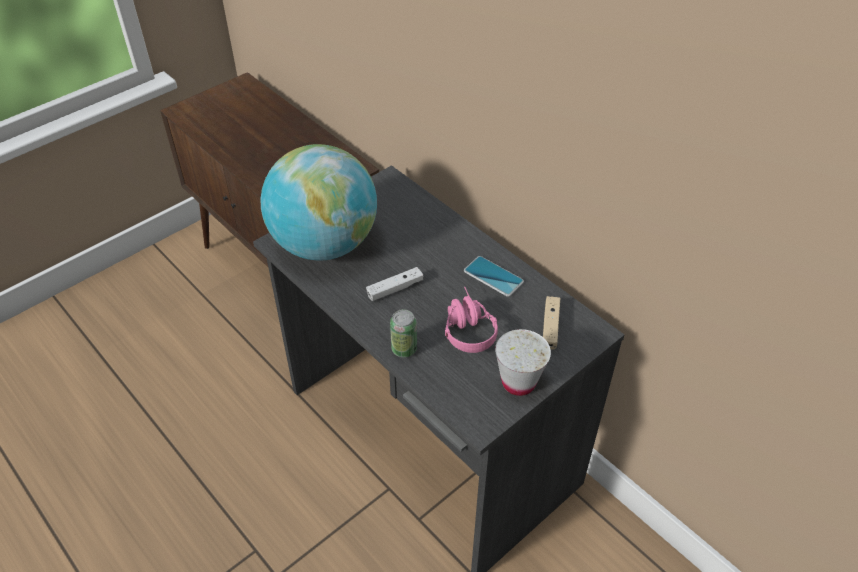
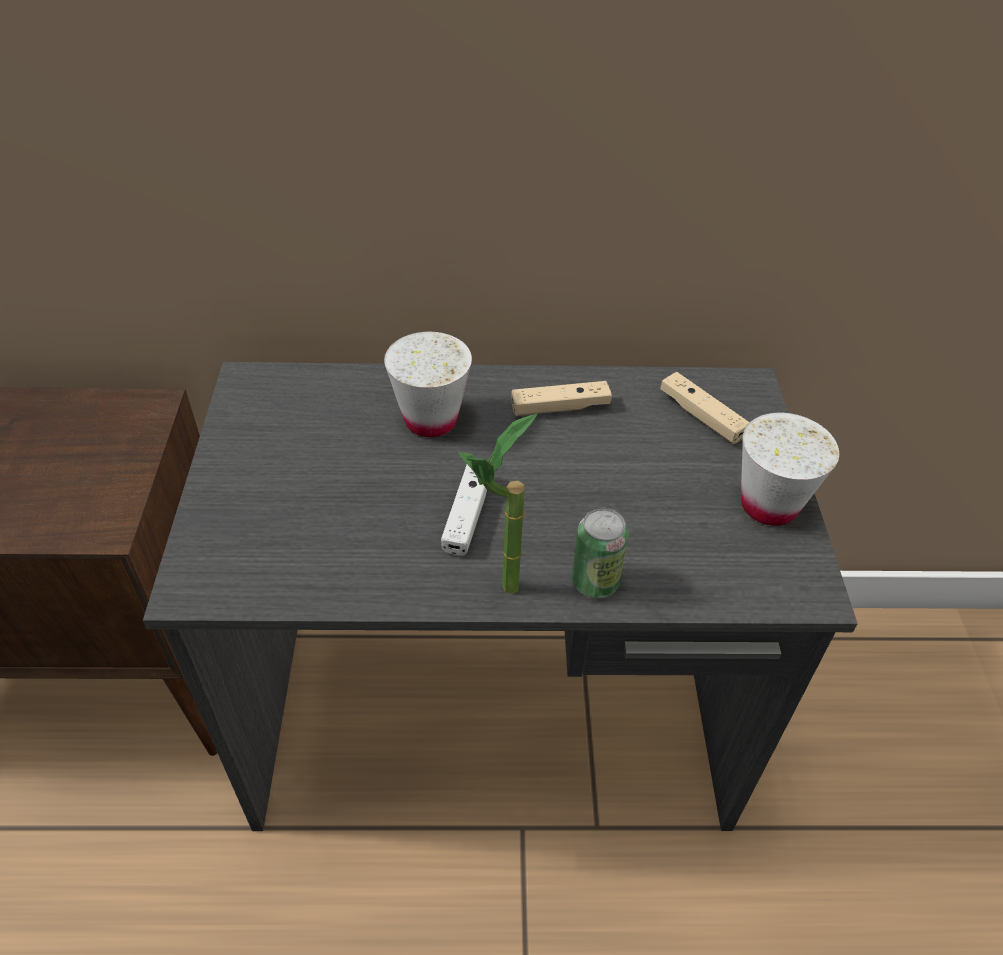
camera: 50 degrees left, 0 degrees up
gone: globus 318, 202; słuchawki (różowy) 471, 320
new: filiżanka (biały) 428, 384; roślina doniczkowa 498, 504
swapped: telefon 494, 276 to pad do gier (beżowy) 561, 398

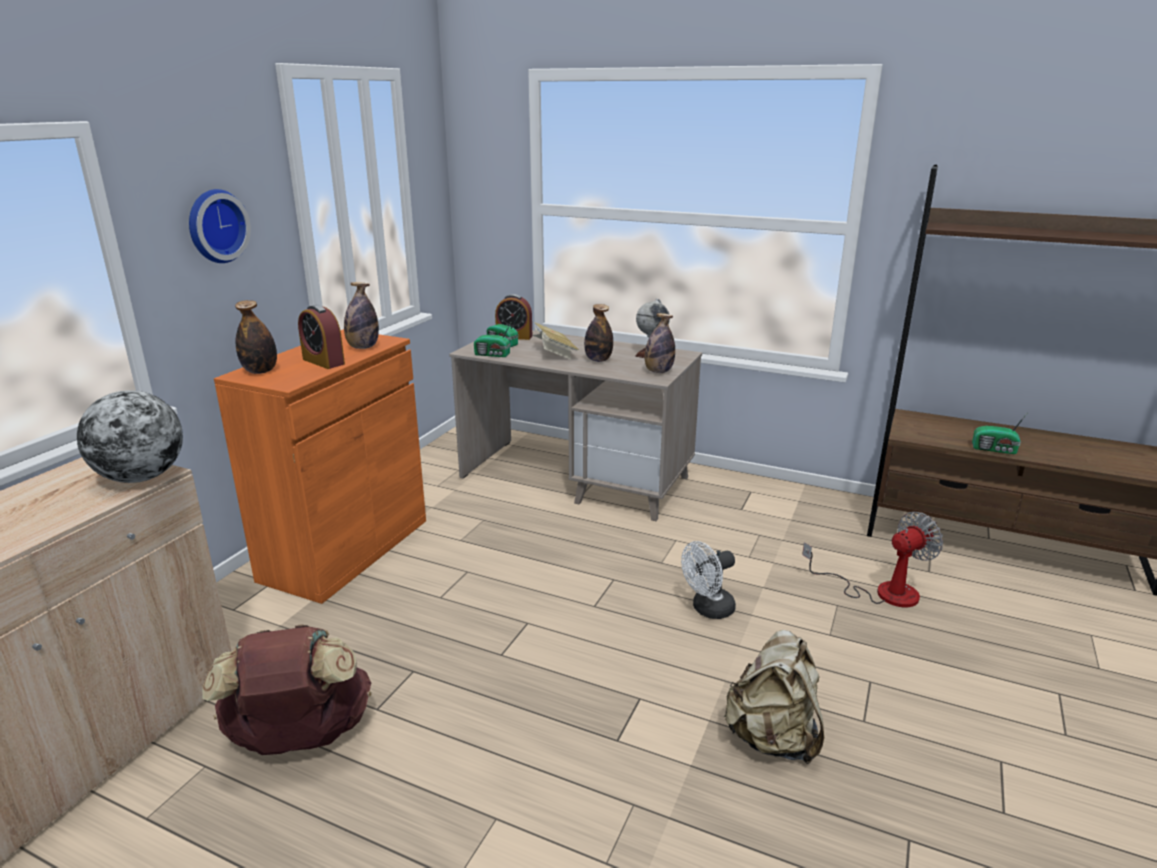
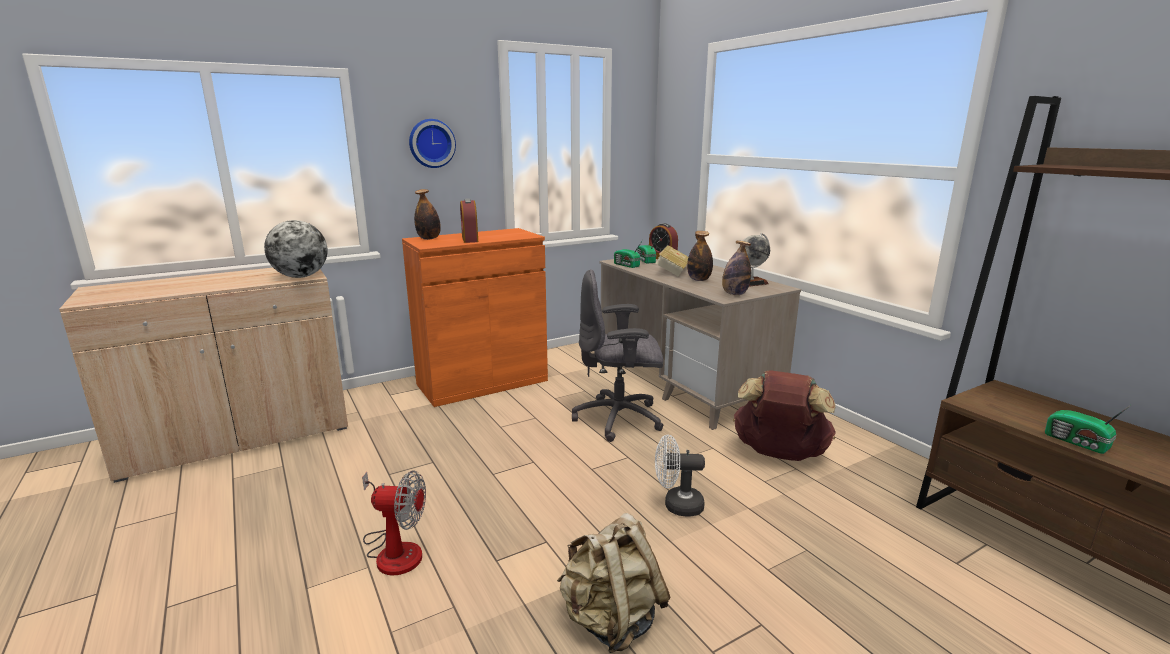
camera: 35 degrees right, 5 degrees down
gone: butelka 361, 315
new: krzesło biurowe (szary) 618, 355
shifted: wentylator 872, 559 to 394, 522; plecak (brązowy) 286, 689 to 784, 415

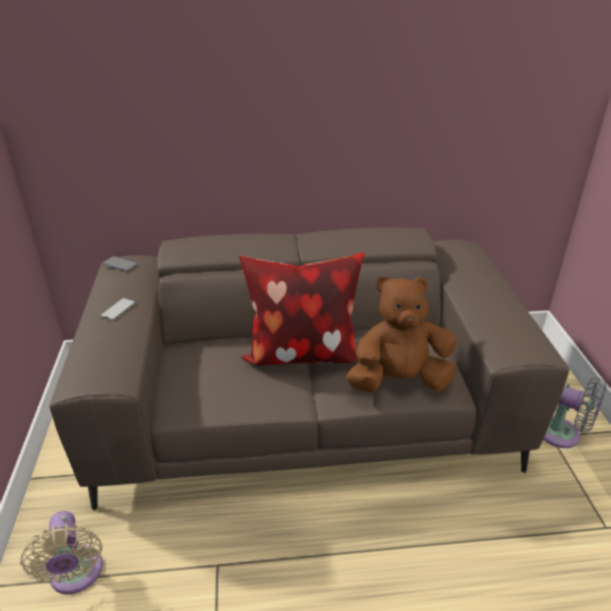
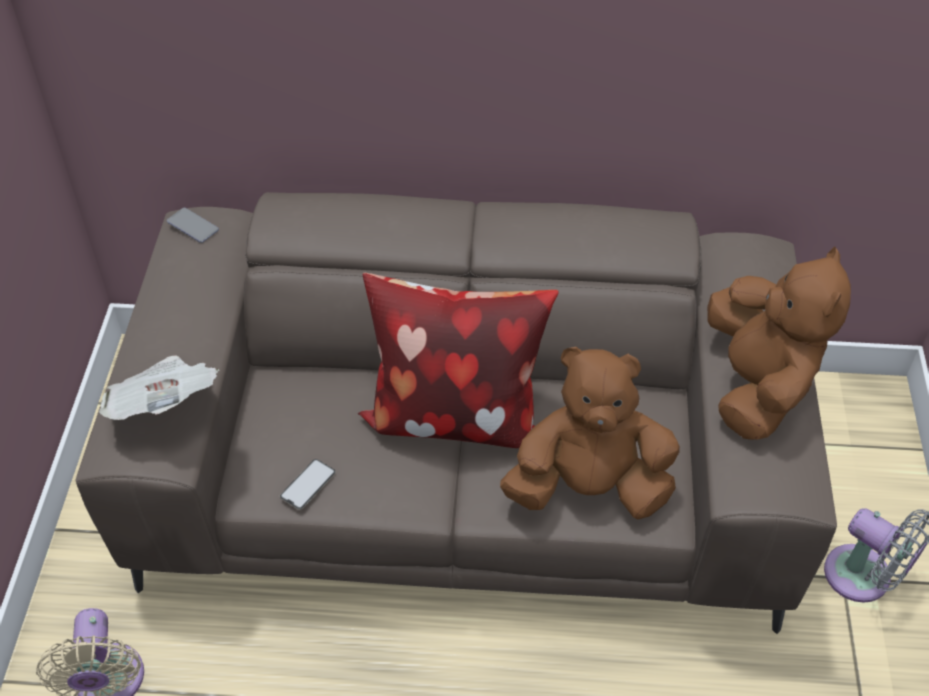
camera: 10 degrees right, 15 degrees up
new: pluszak (brązowy) 779, 343; gazeta 159, 387
shifted: telefon 117, 309 to 308, 484

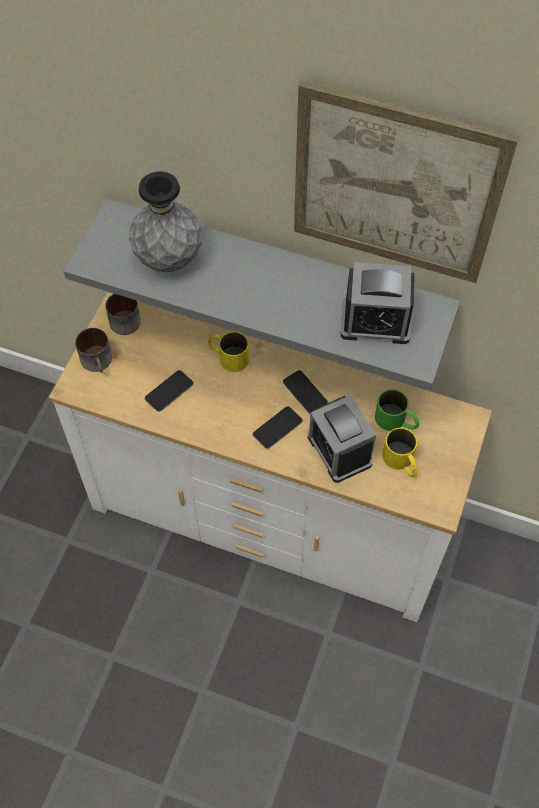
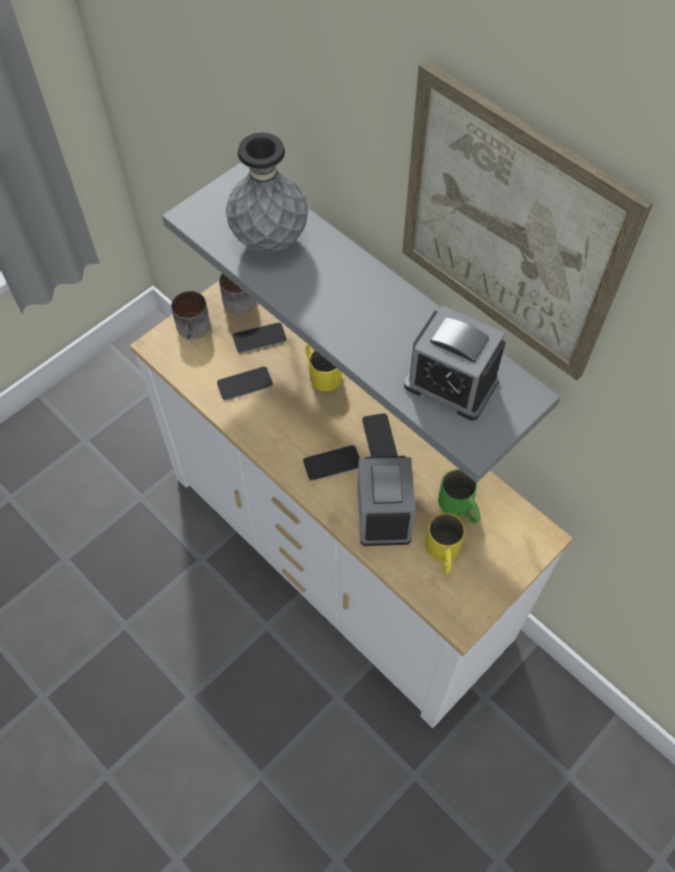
camera: 25 degrees right, 0 degrees up
new: telefon 260, 337

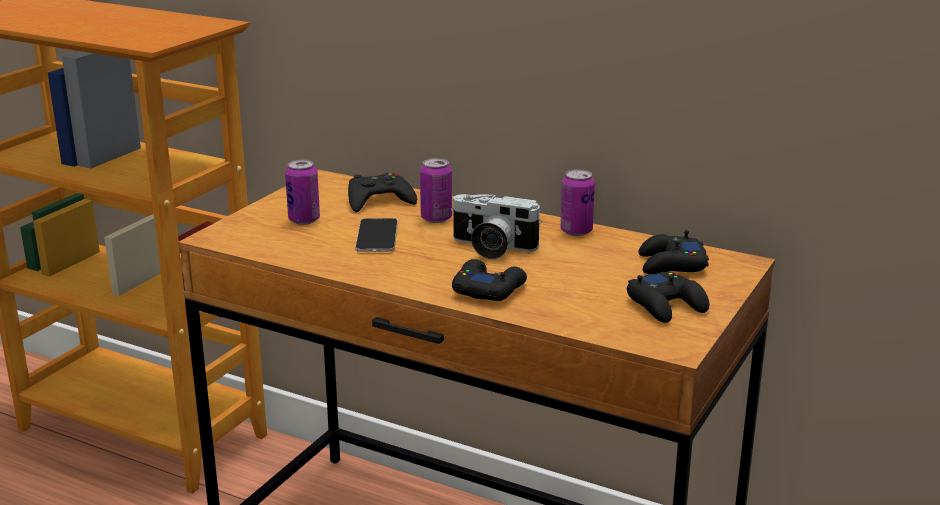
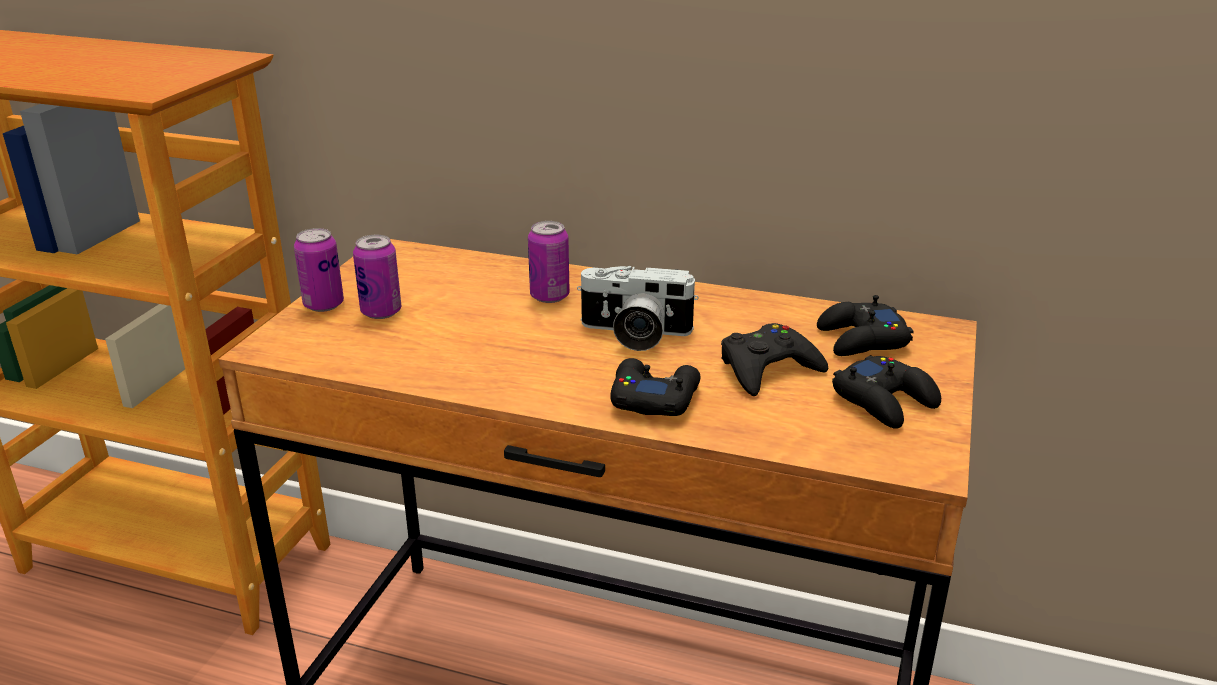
camera: 10 degrees left, 5 degrees up
gone: telefon 376, 235
shifted: puszka 578, 202 to 319, 270; pad do gier (czarny) 382, 193 to 774, 359

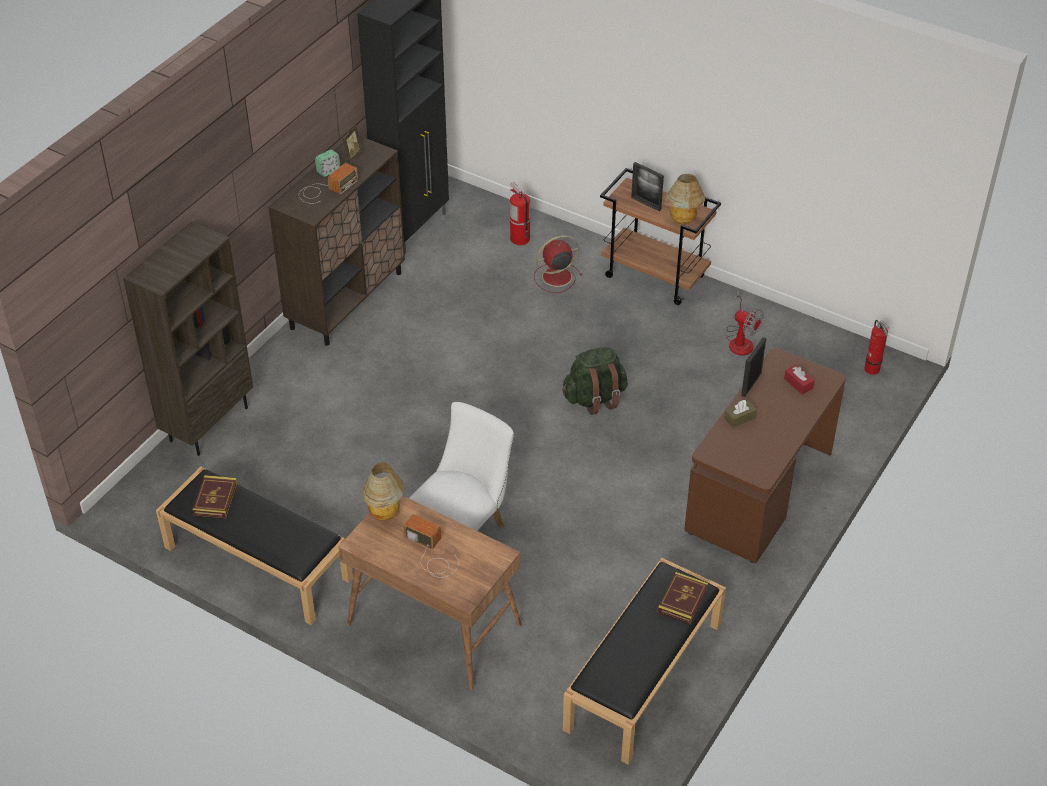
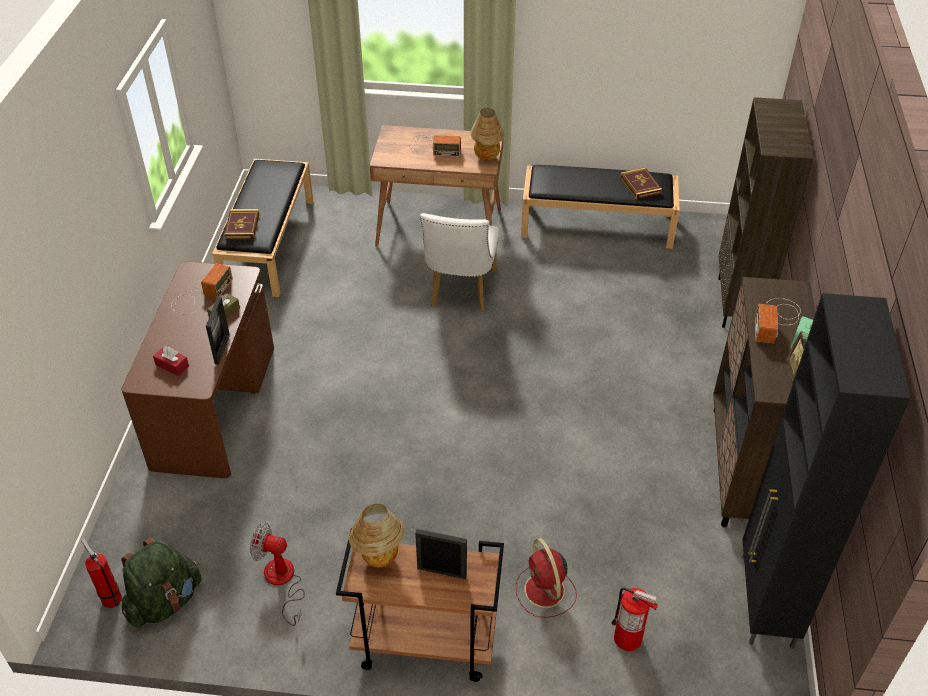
camera: 155 degrees right, 0 degrees up
new: radio 202, 289
shifted: plecak (zielony) 595, 381 to 161, 582
rotated: wentylator (czerwony) 558, 264 = 546, 578 120 degrees clockwise

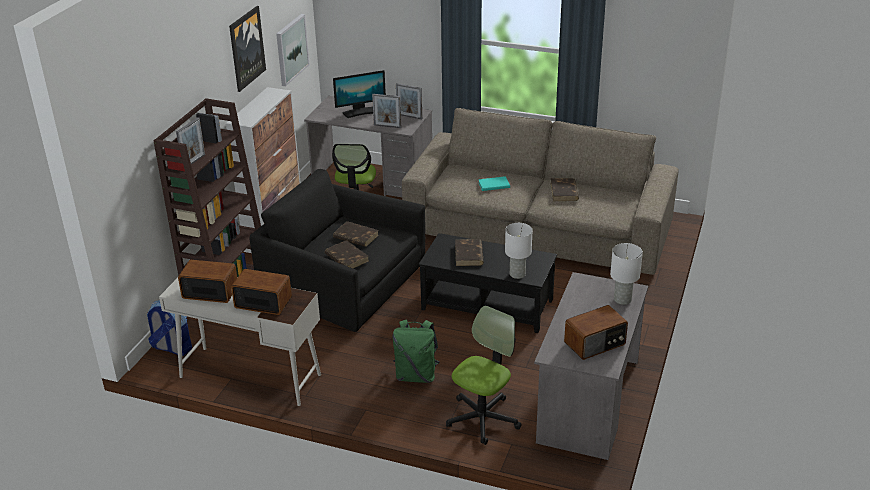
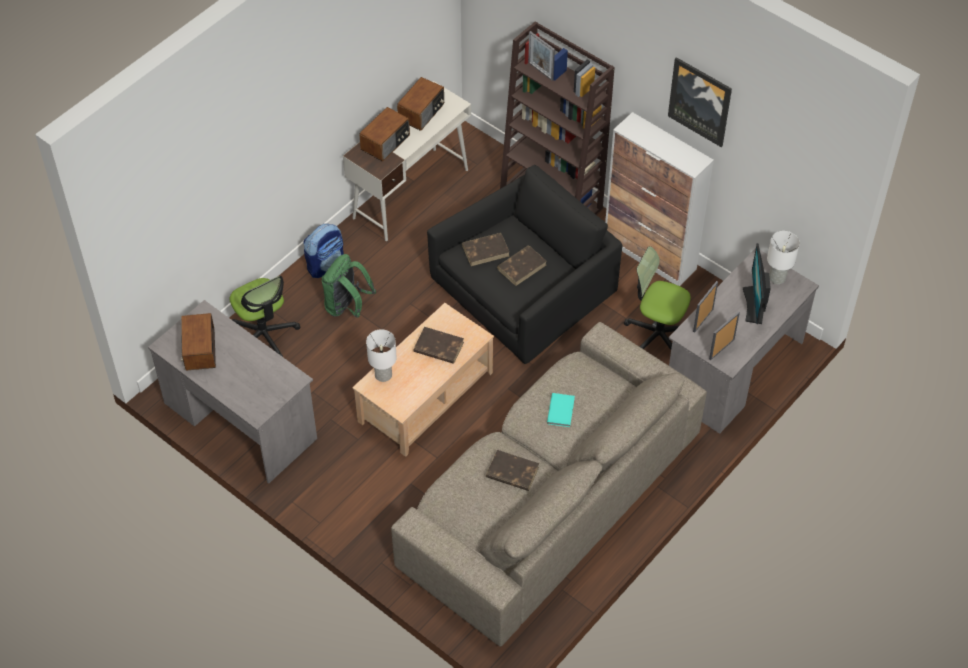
camera: 110 degrees right, 20 degrees up
gone: obraz 293, 50
shifted: lampa stołowa (biały) 626, 274 to 783, 257; plecak 169, 328 to 323, 251
repainted: ława (czarny) 488, 283 to ława (beżowy) 423, 380

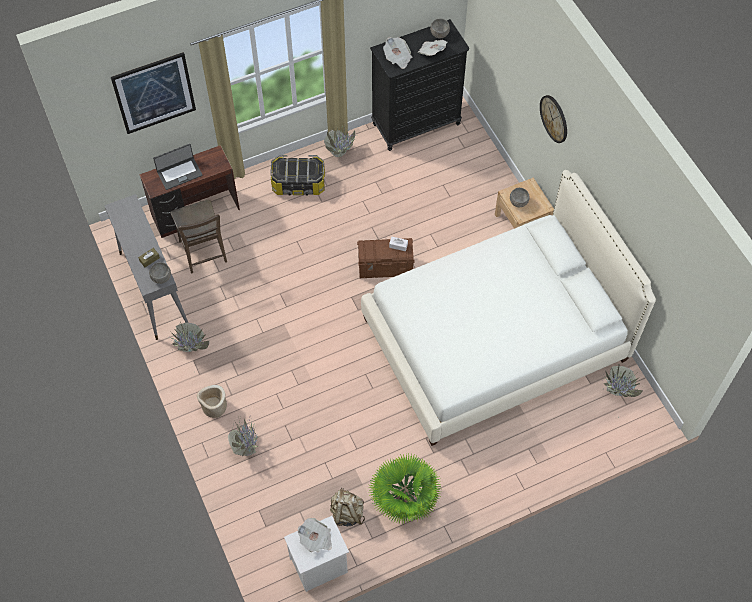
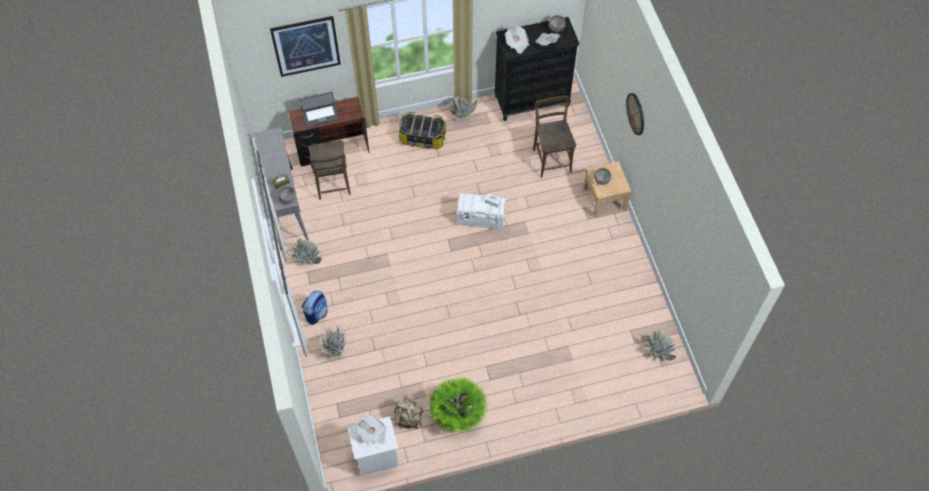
camera: 10 degrees right, 0 degrees up
gone: łóżko (biały) 508, 308
new: krzesło (brązowy) 554, 137
swapped: donica (beżowy) 212, 401 to plecak 315, 307
repainted: pojemnik do przechowywania (brązowy) 386, 258 to pojemnik do przechowywania (biały) 481, 211

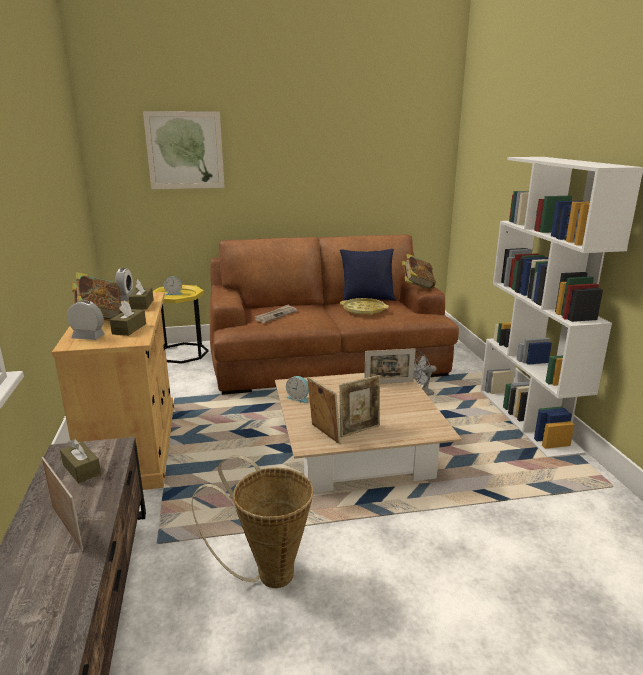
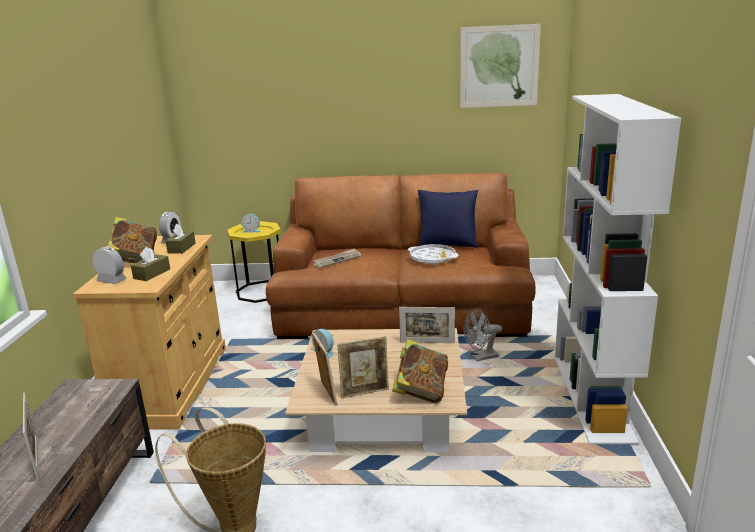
camera: 15 degrees right, 0 degrees up
gone: pudełko chusteczek (brązowy) 80, 461
shifted: obraz 184, 150 to 500, 66; książka 419, 272 to 420, 371
repainted: taca (żółty) 364, 306 to taca (biały) 433, 254

